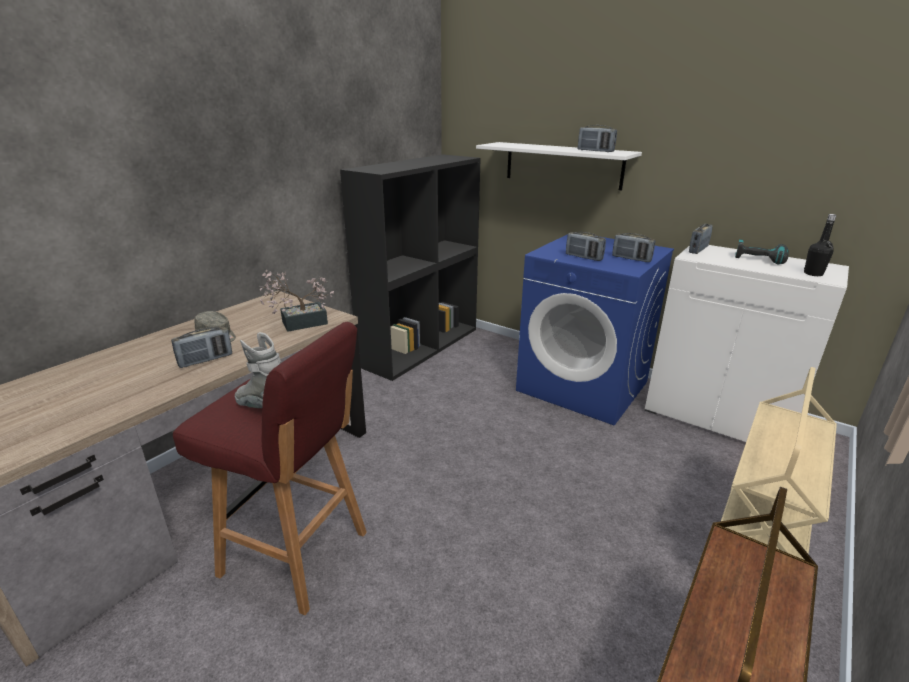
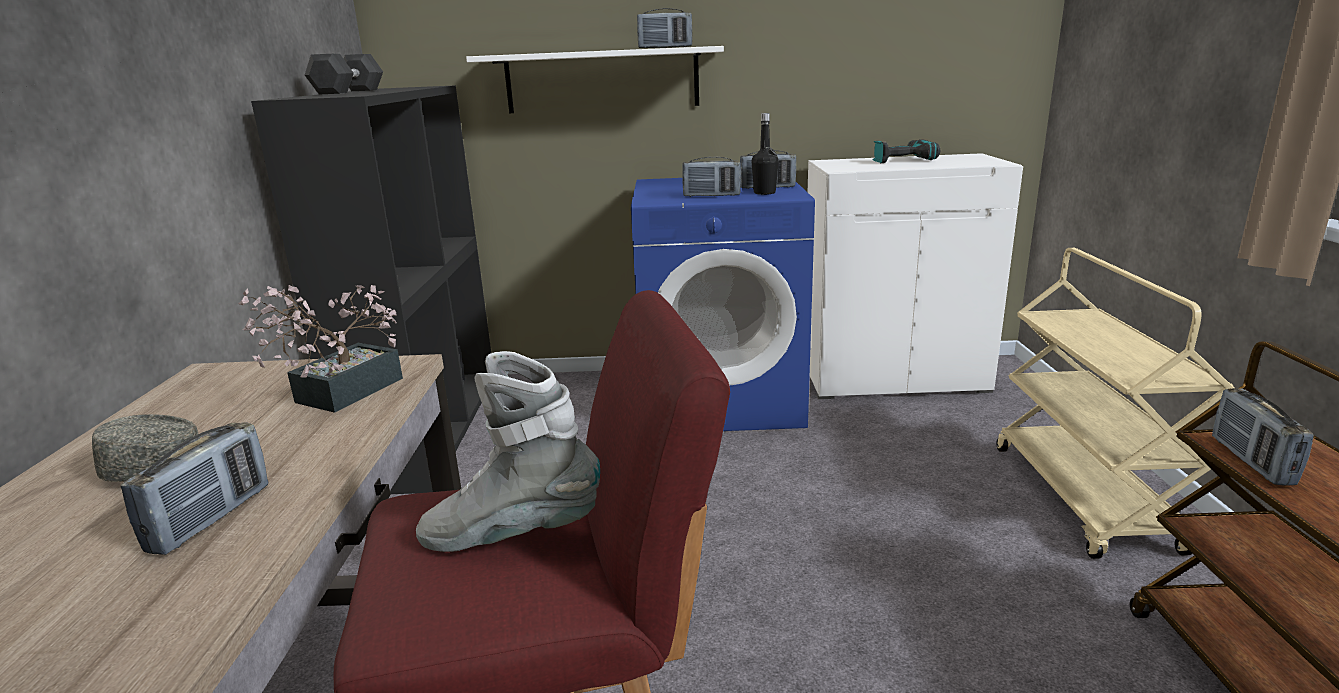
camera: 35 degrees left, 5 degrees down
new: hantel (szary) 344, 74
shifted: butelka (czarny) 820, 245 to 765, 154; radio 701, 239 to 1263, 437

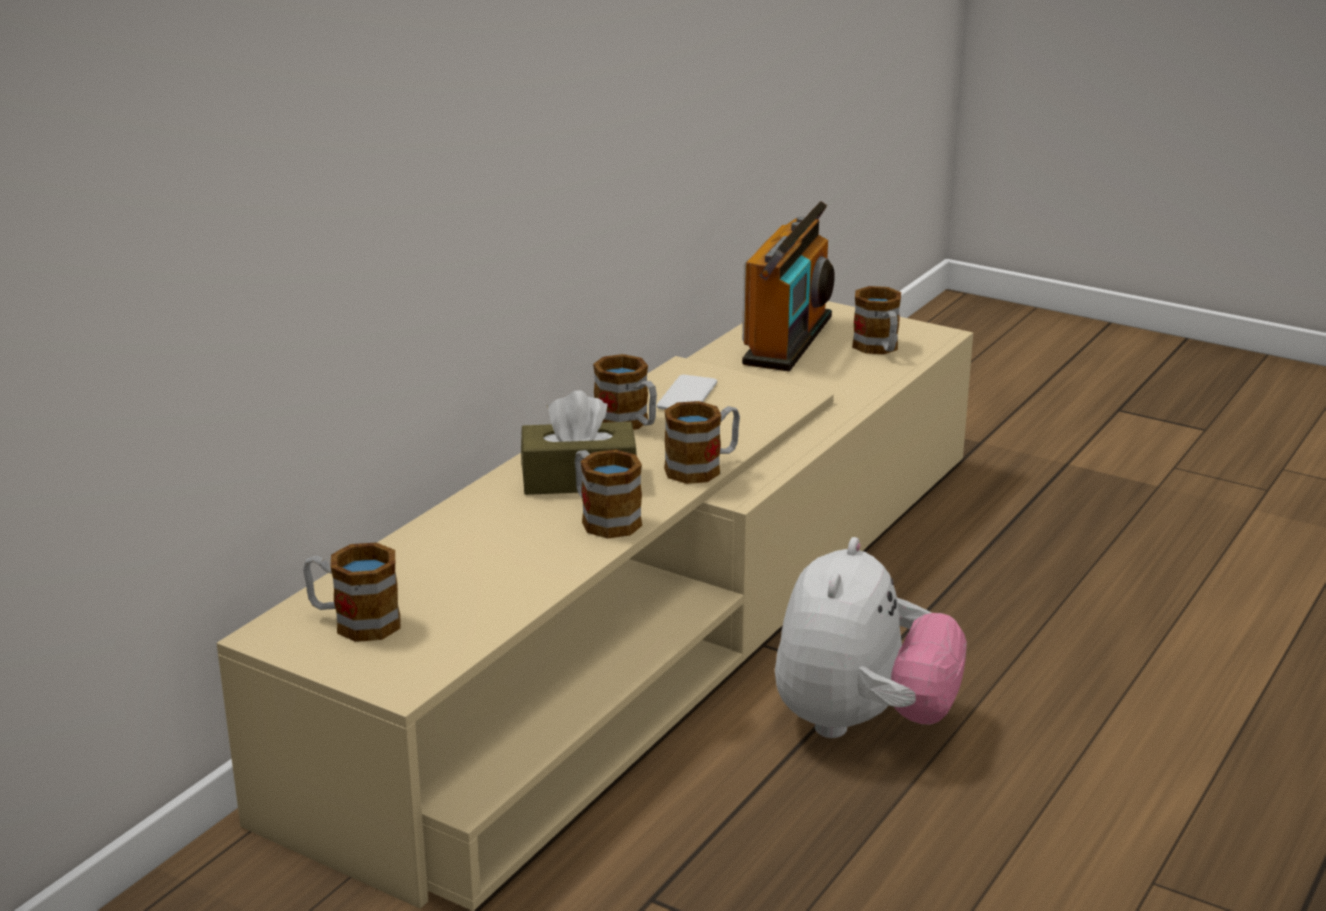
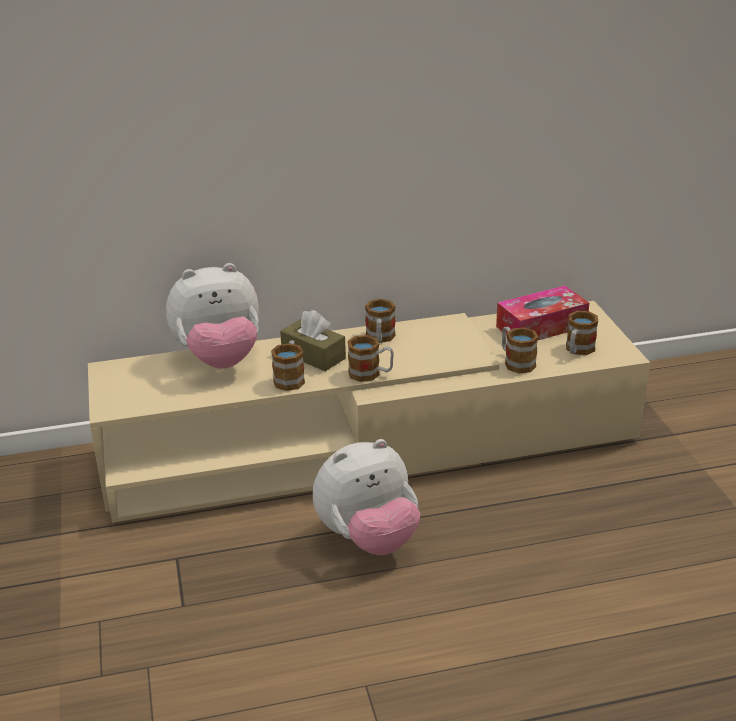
camera: 45 degrees right, 5 degrees up
gone: telefon 687, 392
new: pluszak 212, 316
shifted: kubek 352, 592 to 520, 350
swapped: radio 788, 286 to pudełko chusteczek 542, 313

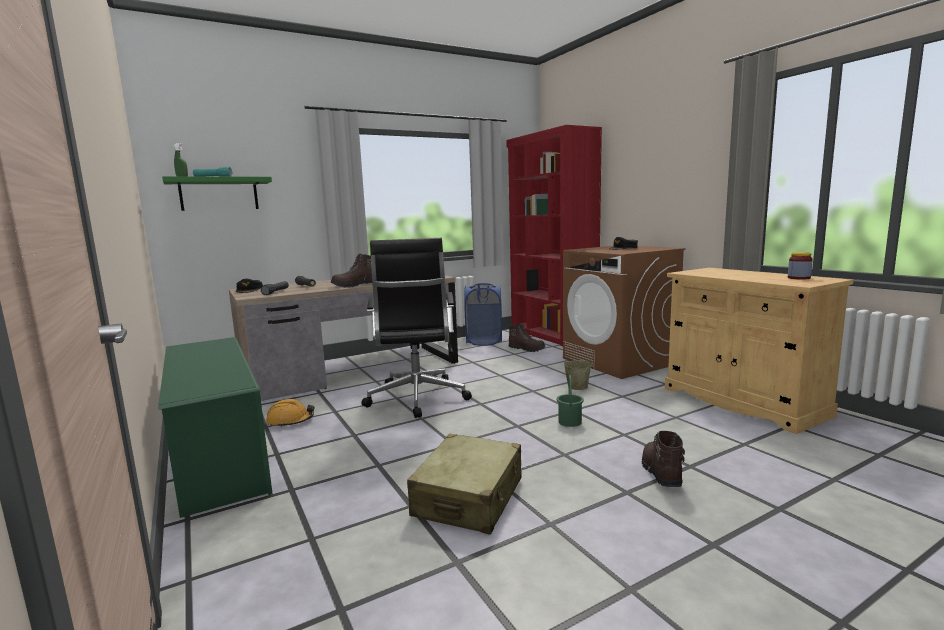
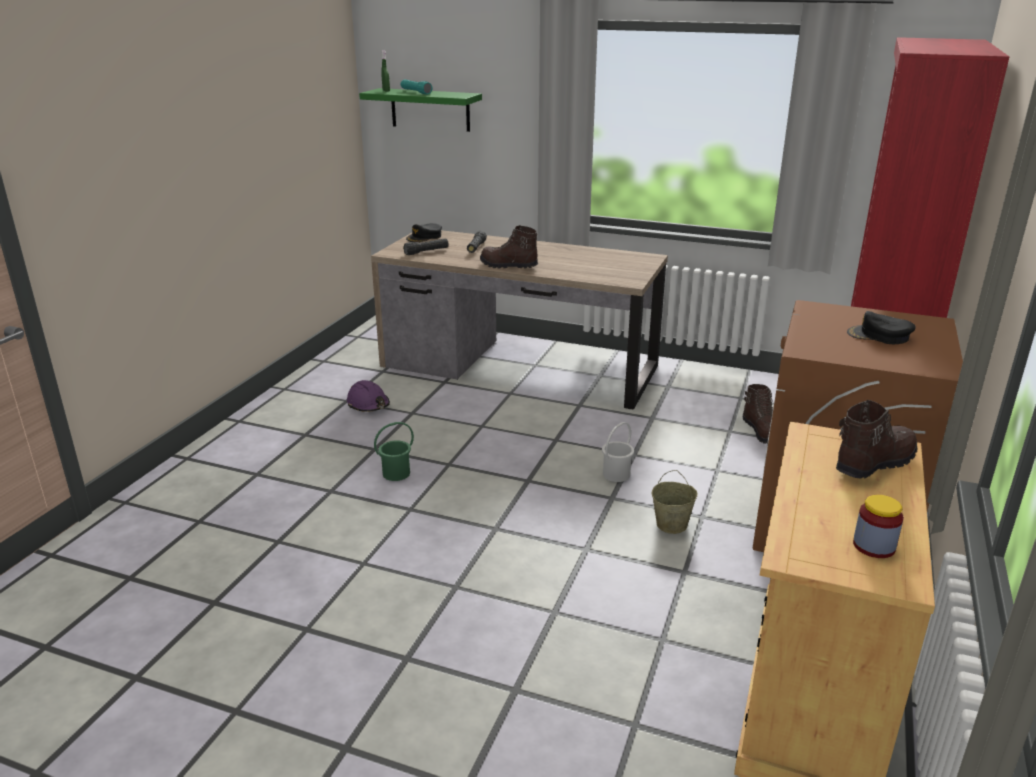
camera: 50 degrees right, 15 degrees up
gone: krzesło biurowe (czarny) 416, 328; kosz na pranie (niebieski) 483, 314; regał na buty (zielony) 215, 427; walizka (beżowy) 464, 484
new: wiadro (biały) 618, 452
shifted: wiadro (zielony) 570, 401 to 394, 451; but z cholewką (brązowy) 663, 459 to 876, 439
repainted: kask (pomarańczowy) 290, 413 to kask (fioletowy) 368, 396

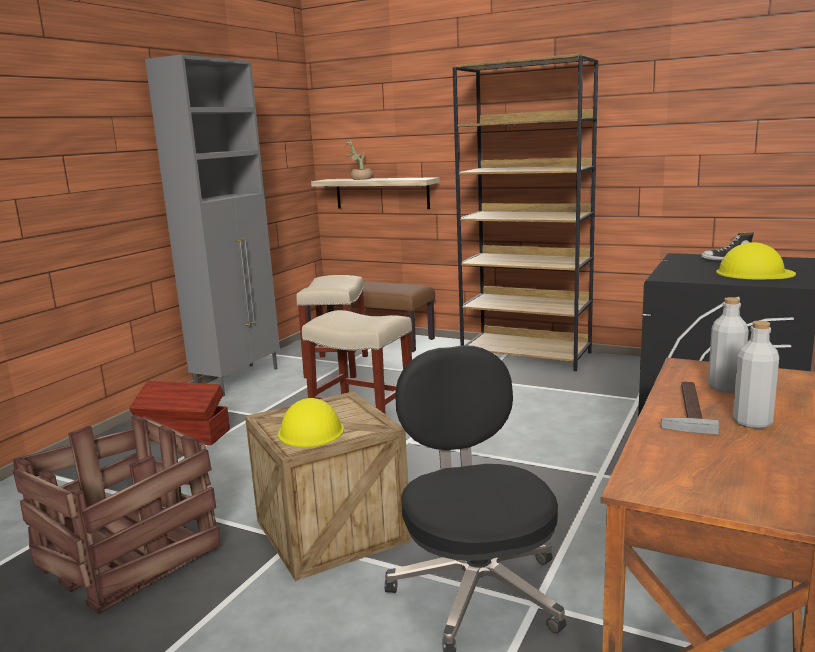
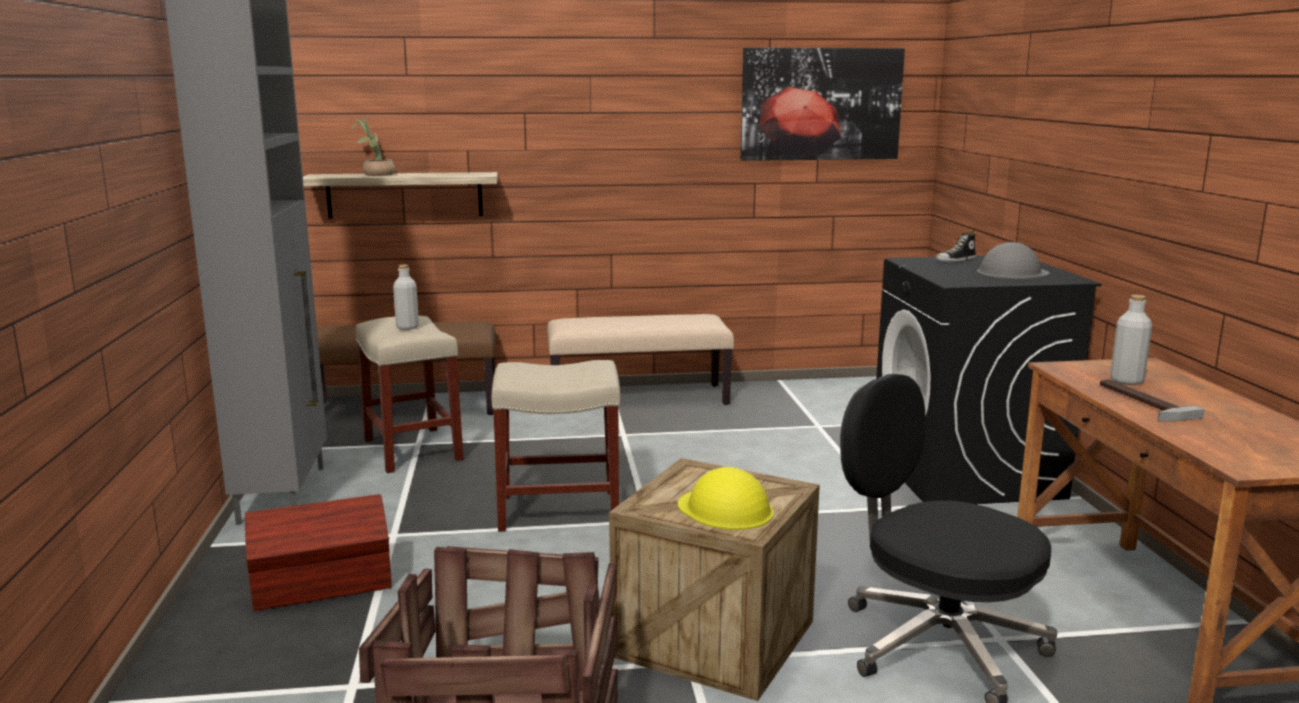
camera: 35 degrees left, 0 degrees up
new: obraz 823, 104
shifted: butelka (szary) 756, 375 to 406, 297
swapped: regał (brązowy) 525, 212 to ławka (beżowy) 640, 359
repainted: kask (żółty) 756, 260 to kask (szary) 1013, 260

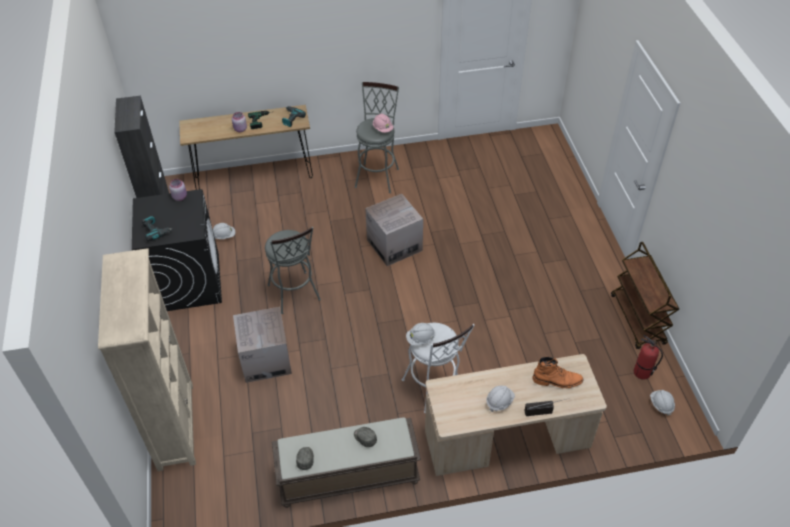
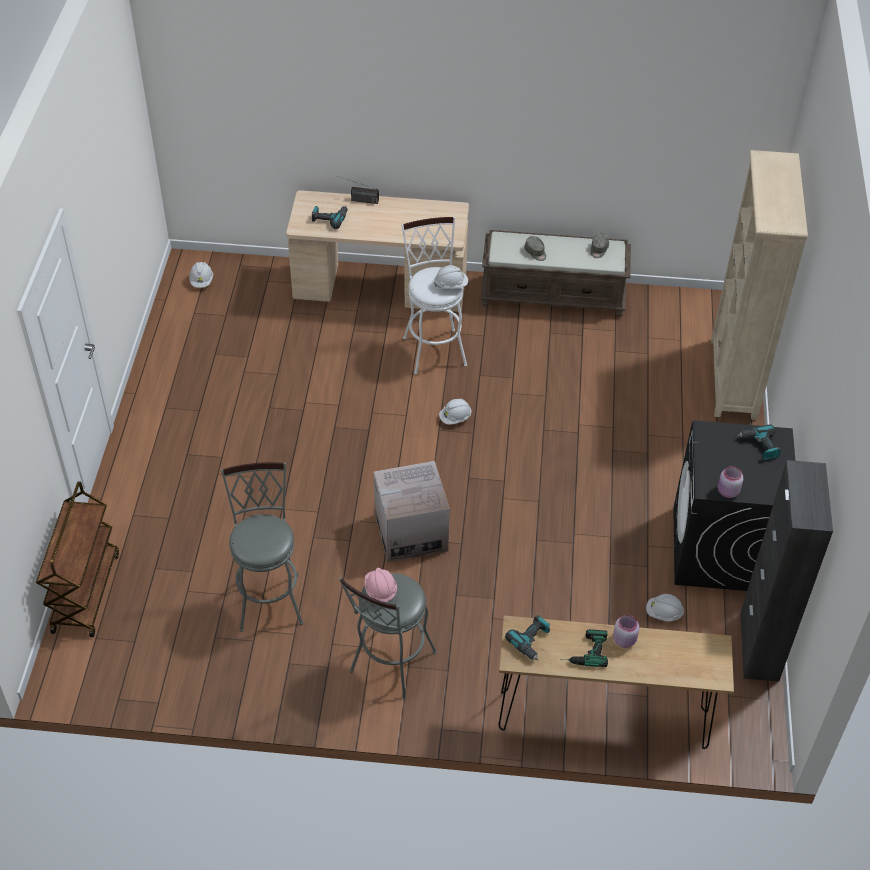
camera: 165 degrees left, 0 degrees up
gone: karton 262, 345; gaśnica 648, 357
shifted: stołek (szary) 293, 270 to 262, 547; wózek (brązowy) 645, 295 to 77, 559; kask (biały) 500, 399 to 455, 412
swapped: but z cholewką (pomarańczowy) 557, 372 to wiertarka 330, 217

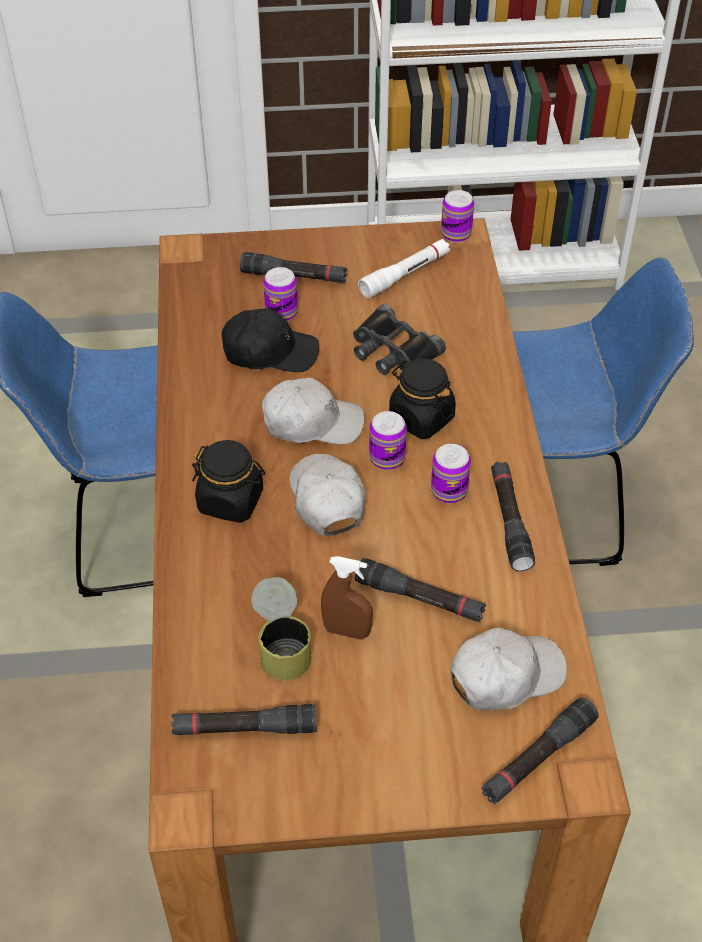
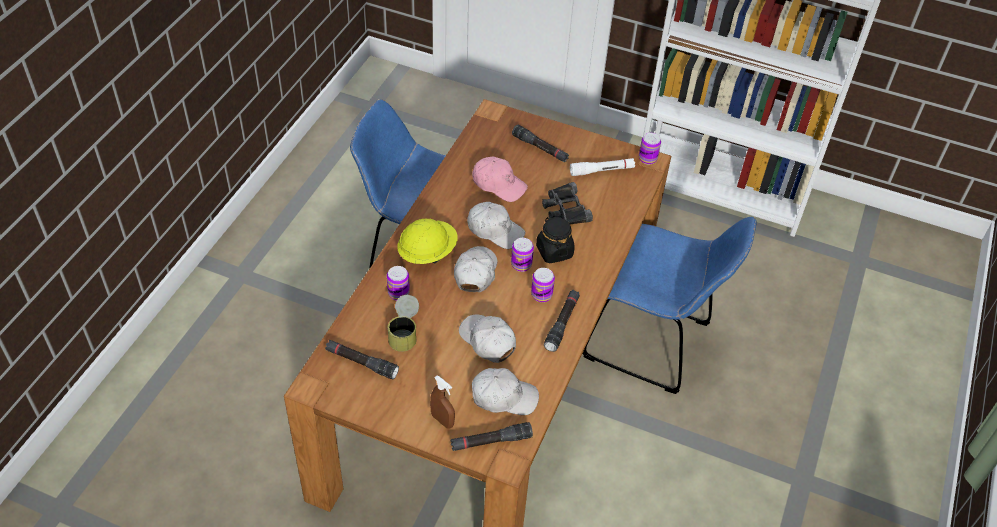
camera: 25 degrees right, 0 degrees up
shifted: puszka 280, 294 to 398, 283; spryskiwacz (brązowy) 347, 597 to 442, 402
swapped: słoik (czarny) 229, 481 to kask (żółty) 427, 241; latarka (czarny) 420, 590 to czapka z daszkiem (biały) 487, 338
repainted: czapka z daszkiem (czarny) 270, 340 to czapka z daszkiem (różowy) 500, 179

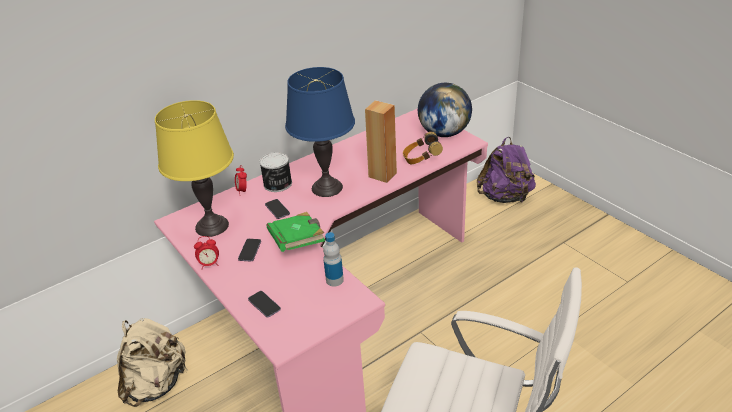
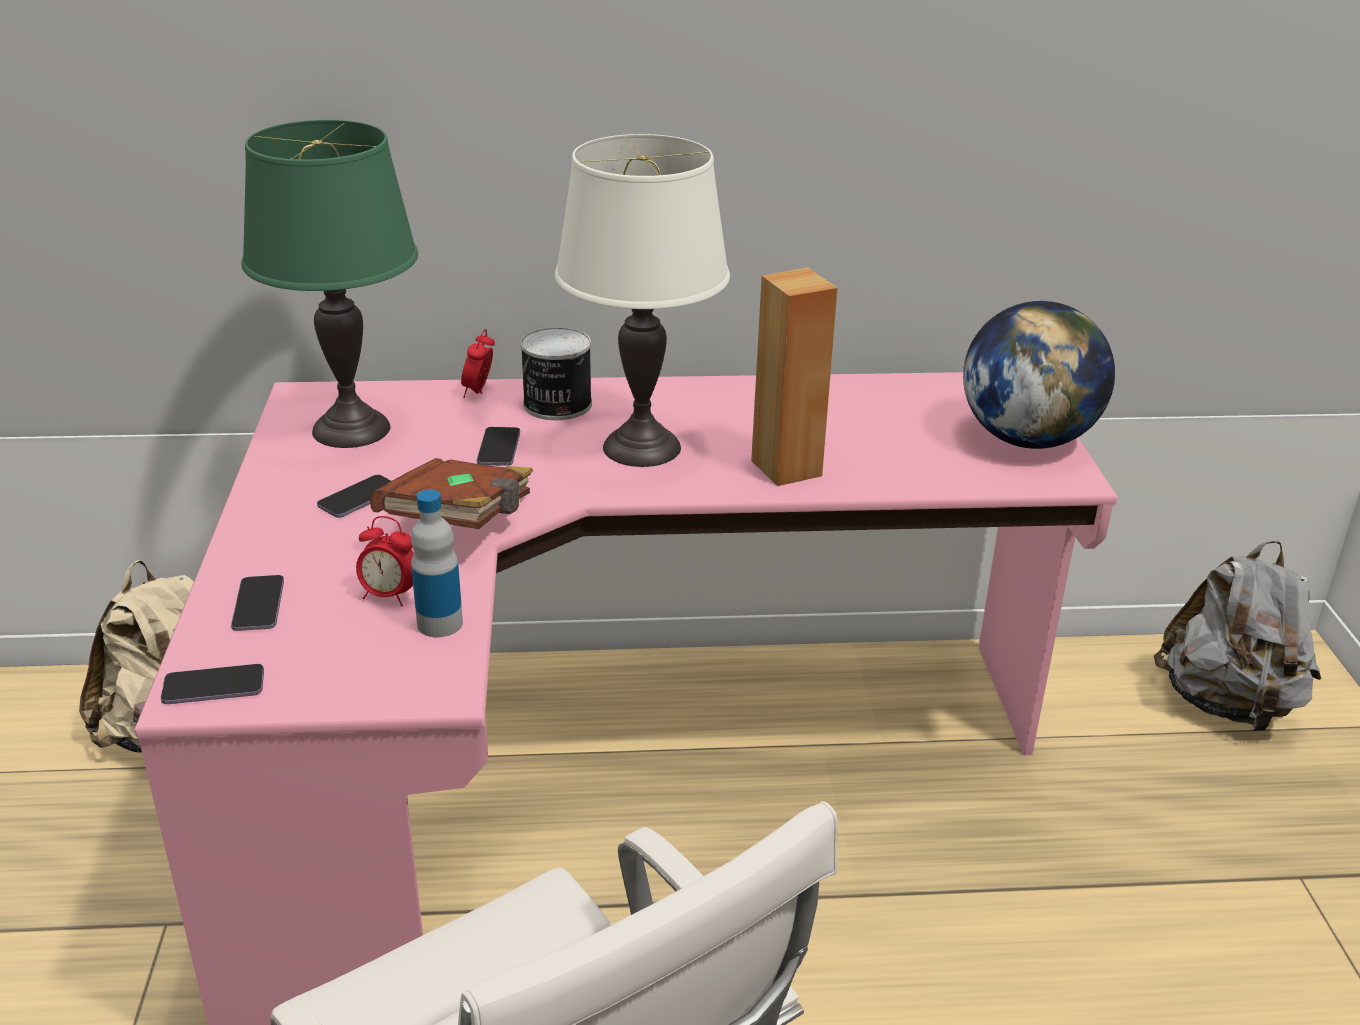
camera: 30 degrees right, 5 degrees down
gone: słuchawki 423, 148
new: telefon 212, 684
shifted: budzik 206, 252 to 385, 561
repainted: lampa stołowa (niebieski) 320, 132 to lampa stołowa (biały) 642, 300; lampa stołowa (żółty) 194, 168 to lampa stołowa (zielony) 330, 284; plecak (fioletowy) 506, 170 to plecak (szary) 1237, 635; książka (zielony) 296, 232 to książka (brązowy) 451, 493

